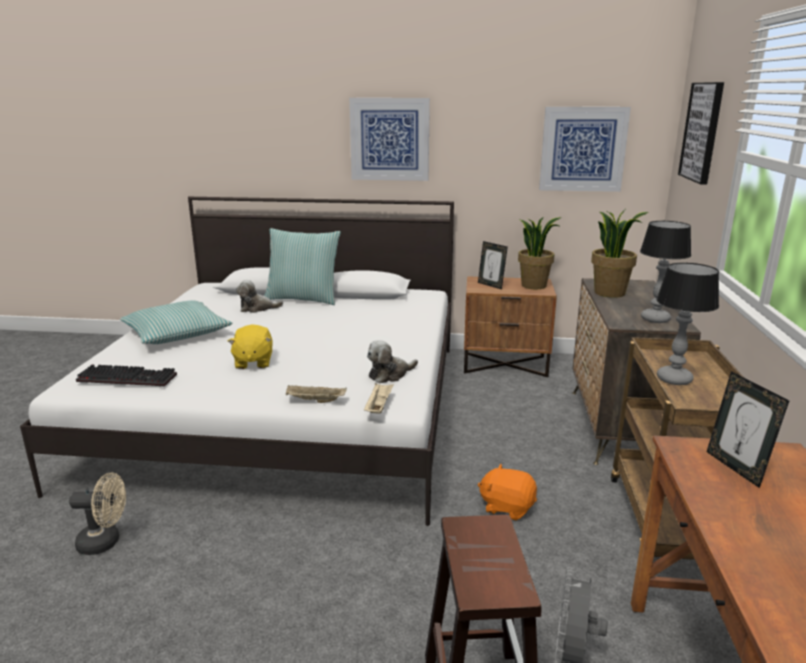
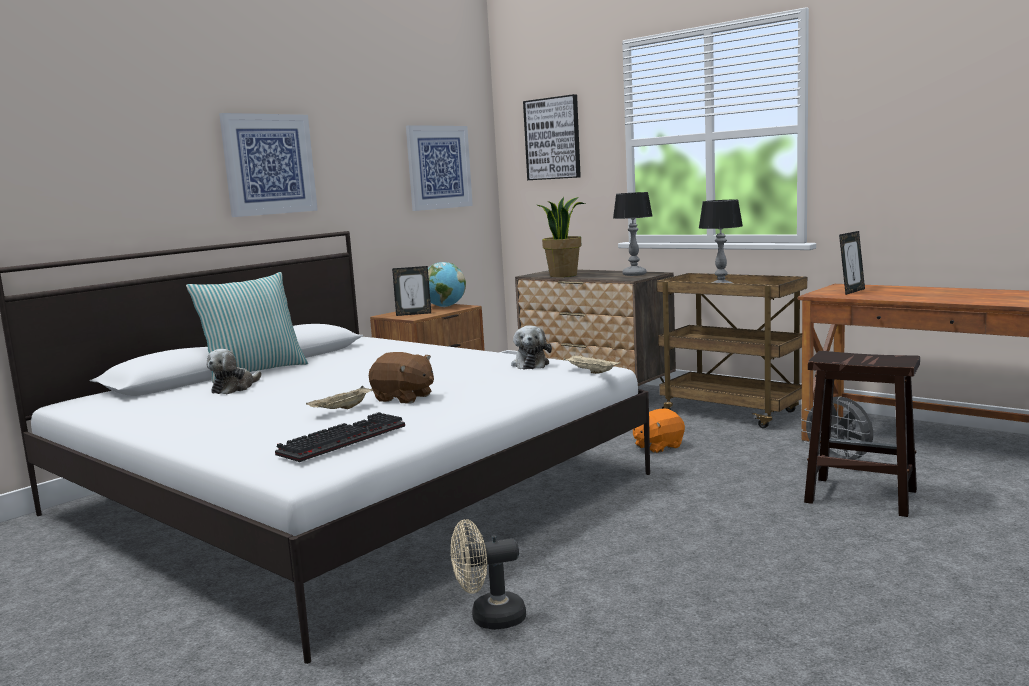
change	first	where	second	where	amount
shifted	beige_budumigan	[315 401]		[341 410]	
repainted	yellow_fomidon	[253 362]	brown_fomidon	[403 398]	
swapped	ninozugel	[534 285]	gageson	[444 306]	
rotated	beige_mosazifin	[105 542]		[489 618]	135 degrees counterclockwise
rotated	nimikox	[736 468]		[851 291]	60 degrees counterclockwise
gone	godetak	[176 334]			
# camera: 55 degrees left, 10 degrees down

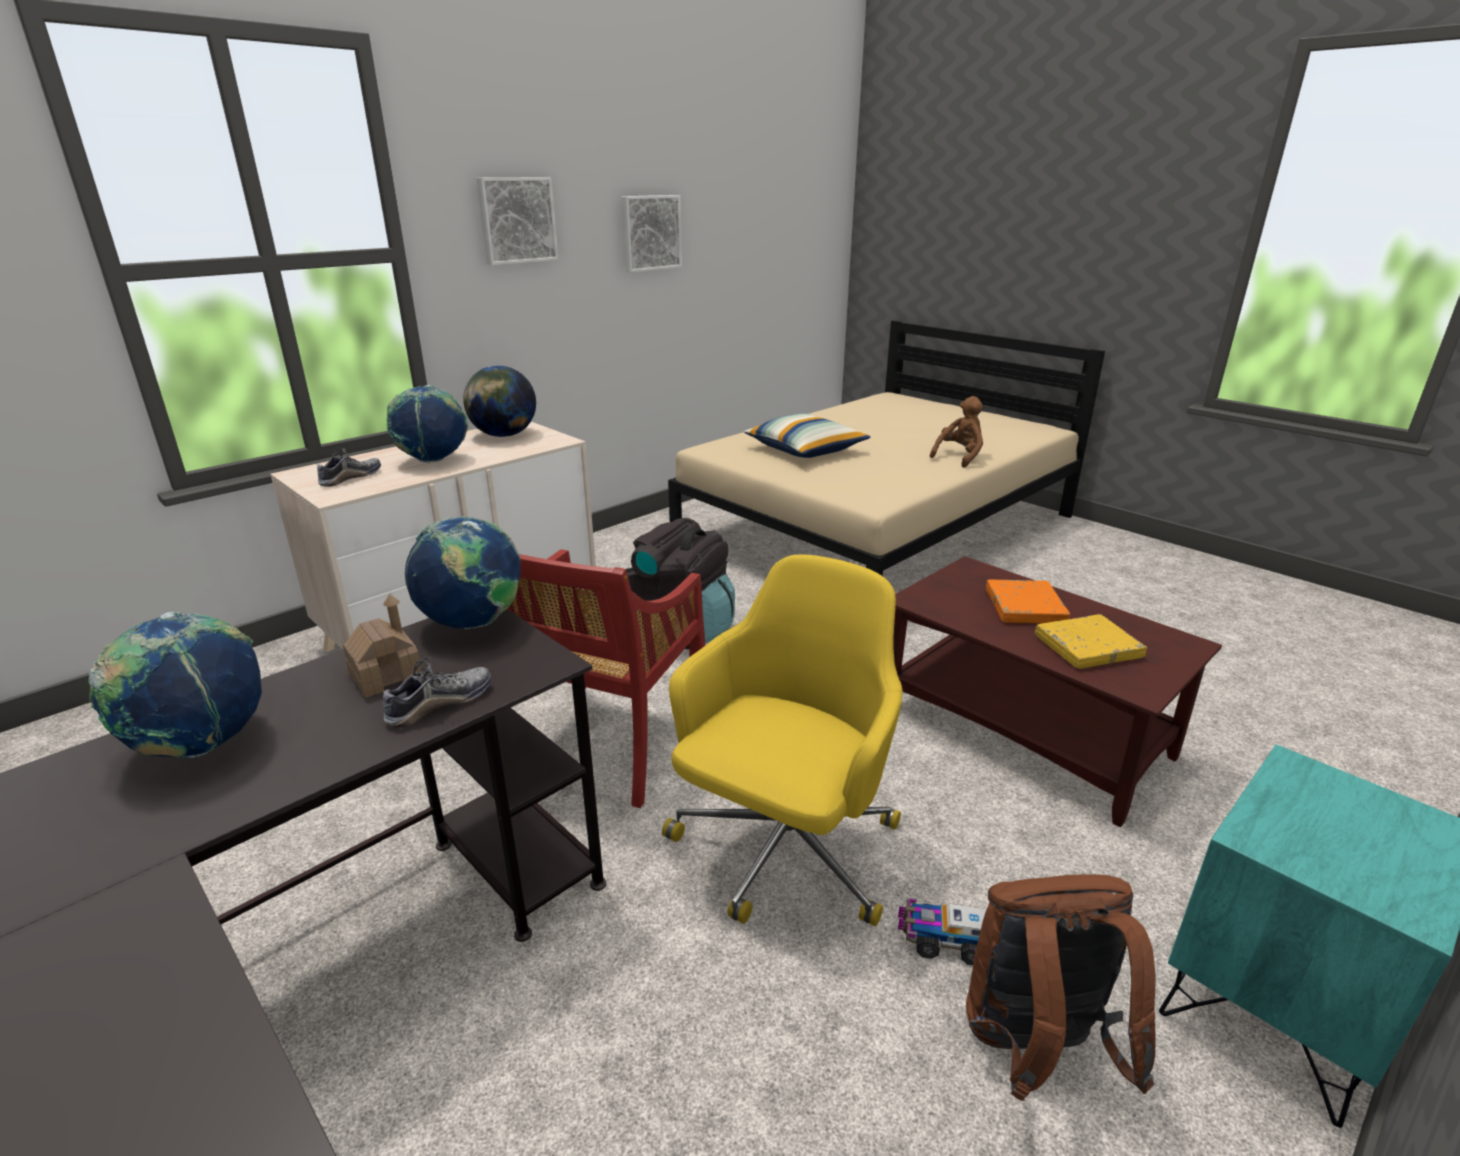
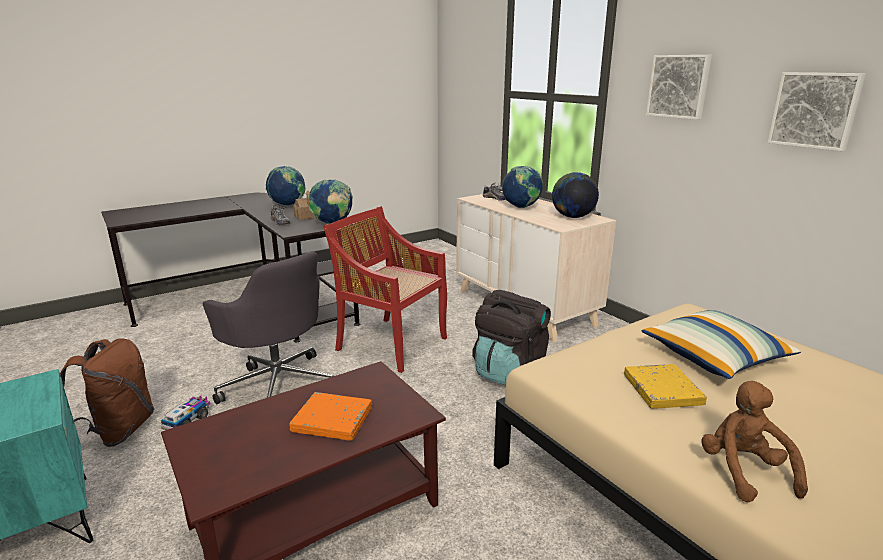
change	first	where	second	where	amount
repainted	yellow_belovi	[784 851]	grey_belovi	[279 385]	
shifted	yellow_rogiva	[1087 647]		[662 390]	
rotated	brown_fomidon	[959 457]		[743 471]	150 degrees counterclockwise
# camera: 100 degrees right, 5 degrees down

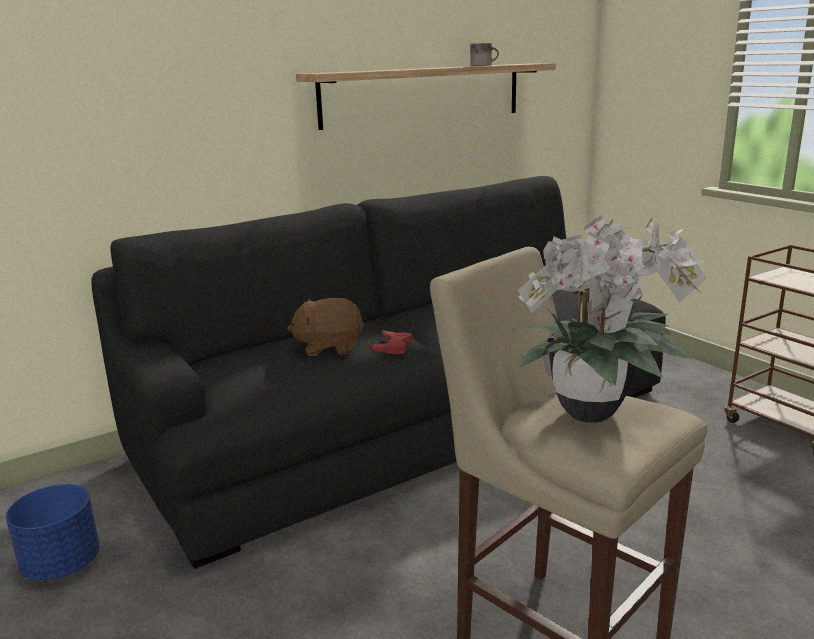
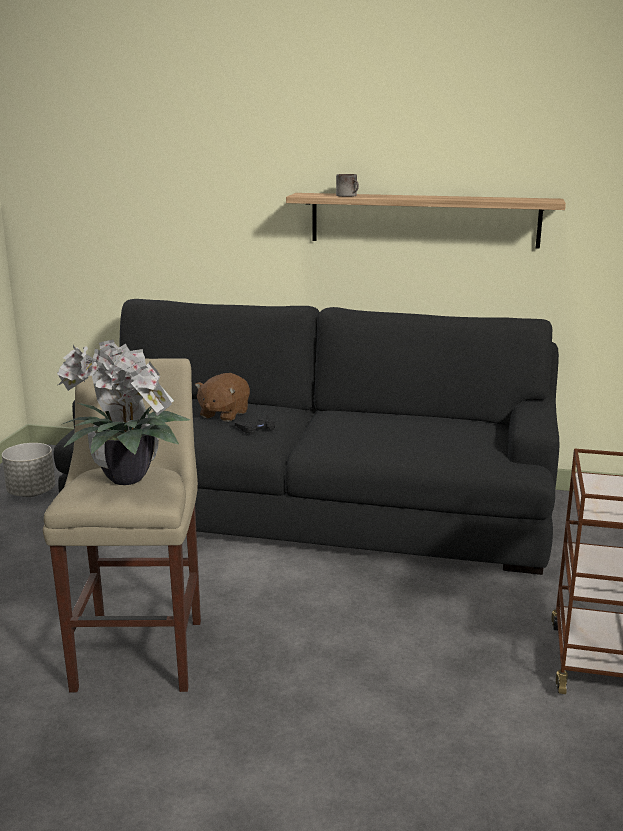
change	first	where	second	where	amount
repainted	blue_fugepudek	[62 564]	grey_fugepudek	[32 492]	
rotated	brown_fomidon	[329 347]		[223 414]	105 degrees counterclockwise
repainted	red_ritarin	[393 347]	black_ritarin	[256 428]	
shifted	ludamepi	[483 65]		[349 195]	
# camera: 45 degrees right, 0 degrees up

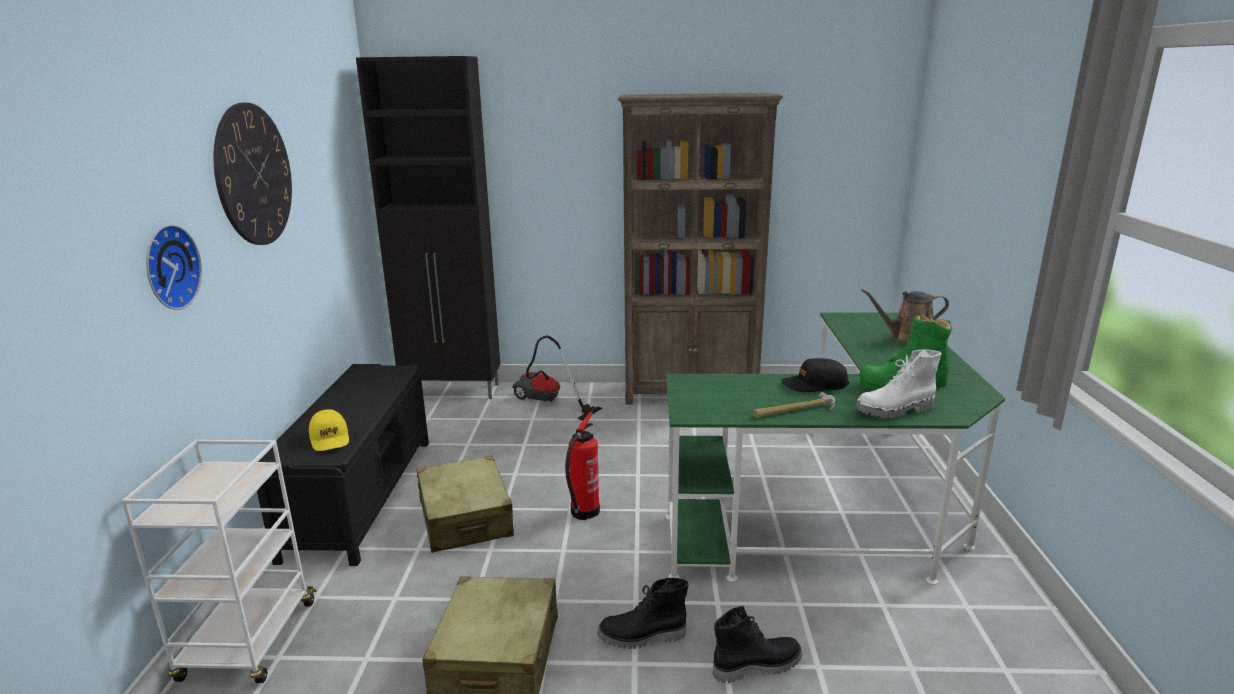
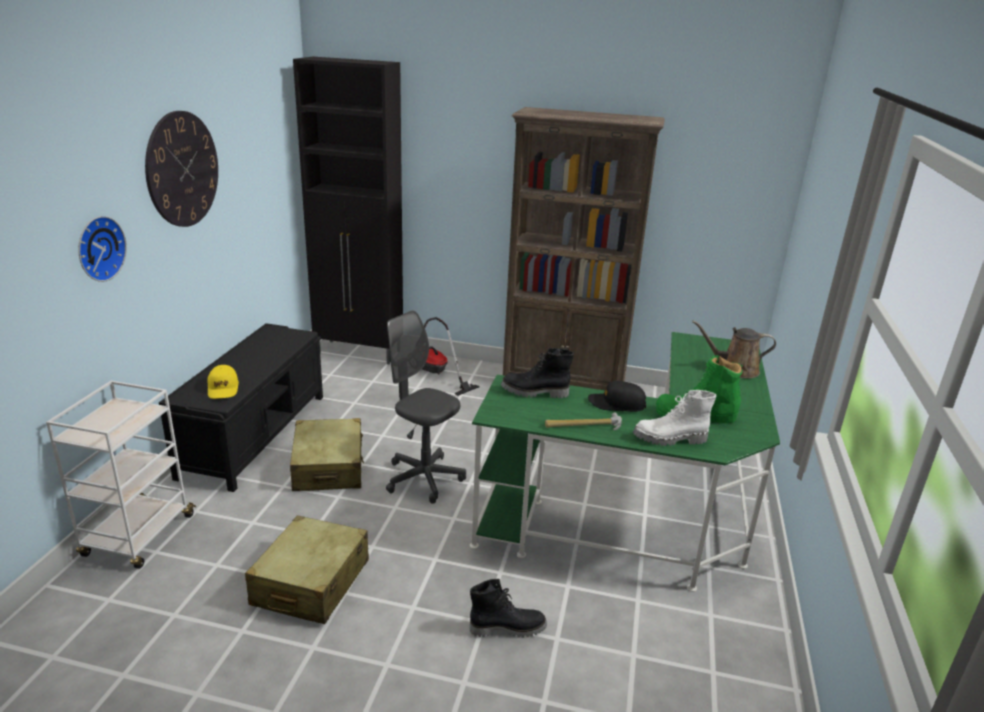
change	first	where	second	where	amount
swapped	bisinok	[583 513]	grey_belovi	[424 478]	
shifted	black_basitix	[642 637]		[534 392]	
# camera: 10 degrees right, 5 degrees up

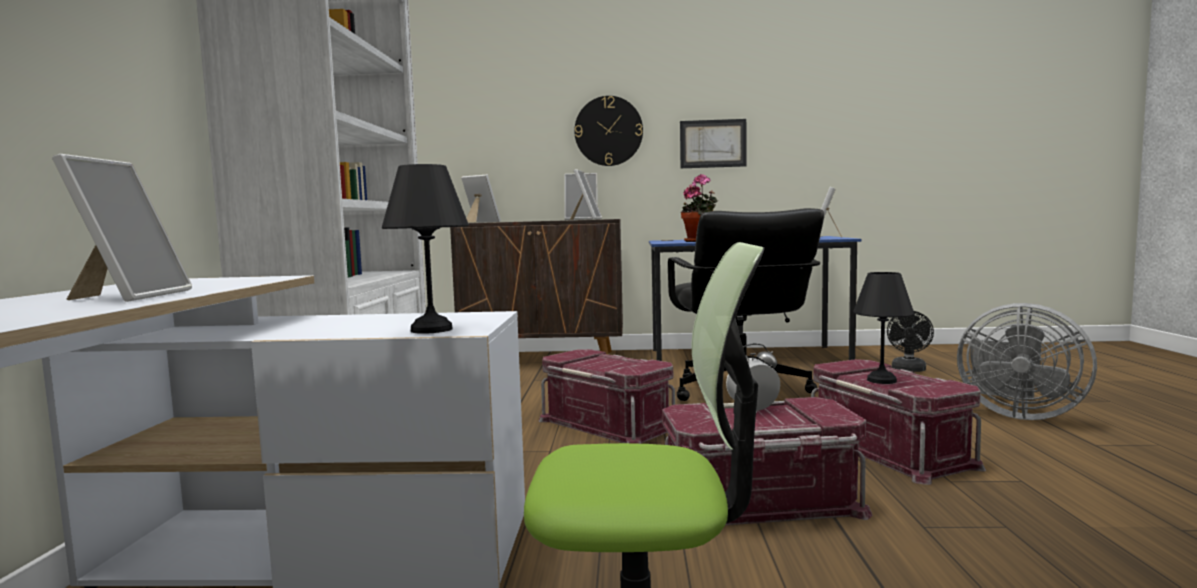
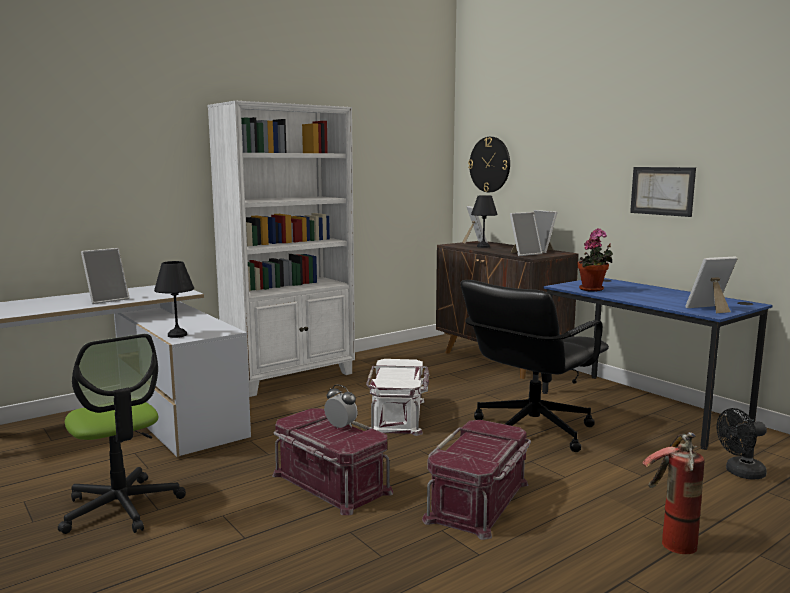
change	first	where	second	where	amount
repainted	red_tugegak	[608 424]	white_tugegak	[399 416]	
shifted	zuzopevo	[608 131]		[490 164]	
shifted	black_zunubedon	[880 380]		[483 246]	
swapped	grey_mosazifin	[1017 414]	bisinok	[669 538]	
# camera: 50 degrees right, 5 degrees up

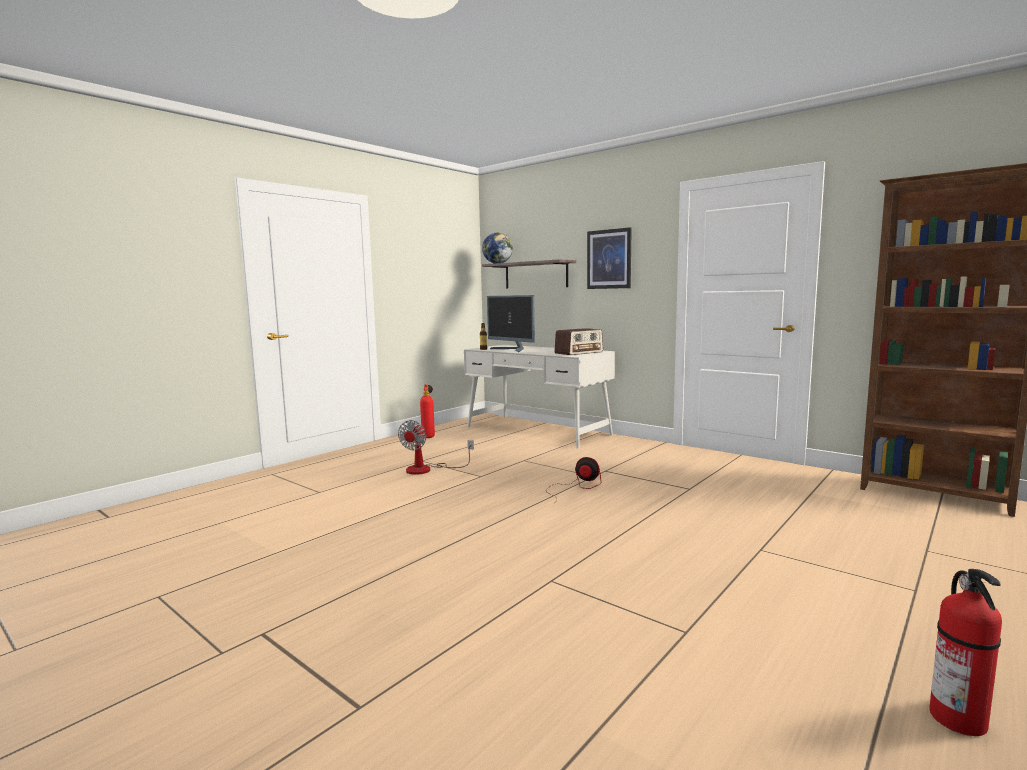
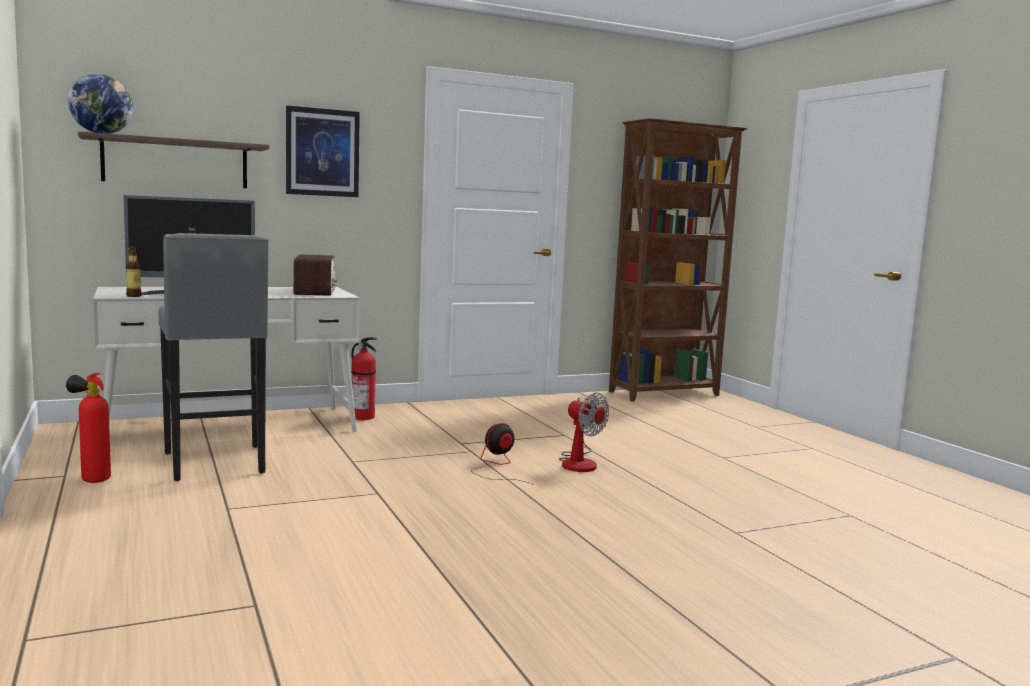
change	first	where	second	where	amount
new			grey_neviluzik	[216 464]	
shifted	bisinok	[959 720]		[363 417]	
shifted	mosazifin	[427 469]		[579 462]	
# camera: 65 degrees left, 0 degrees up

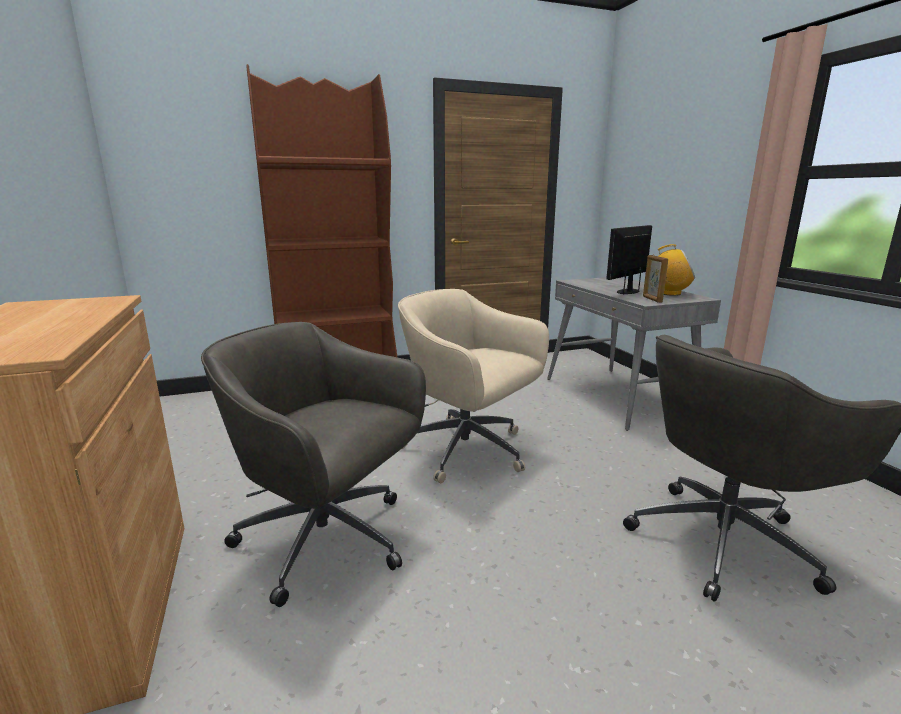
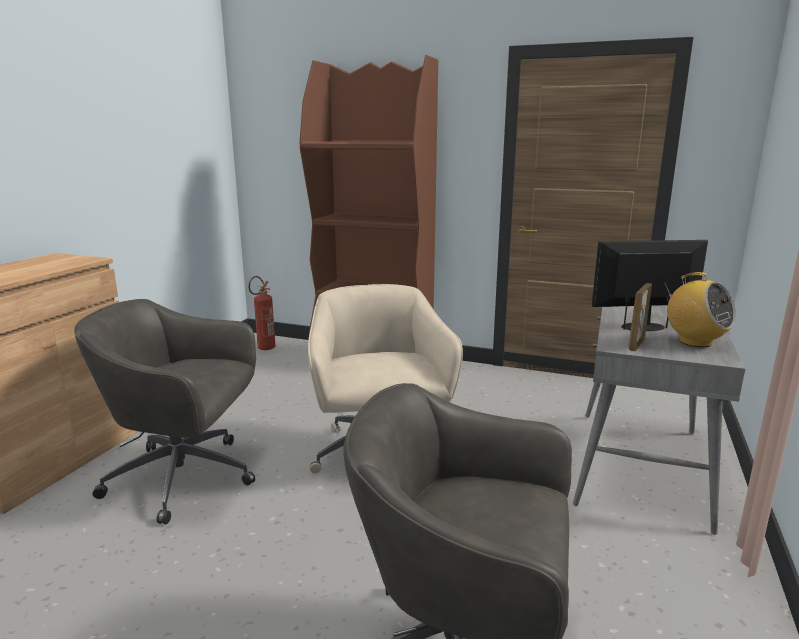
change	first	where	second	where	amount
rotated	grey_belovi	[328 540]		[186 478]	60 degrees counterclockwise
new			bisinok	[264 349]	
# camera: 40 degrees right, 0 degrees up

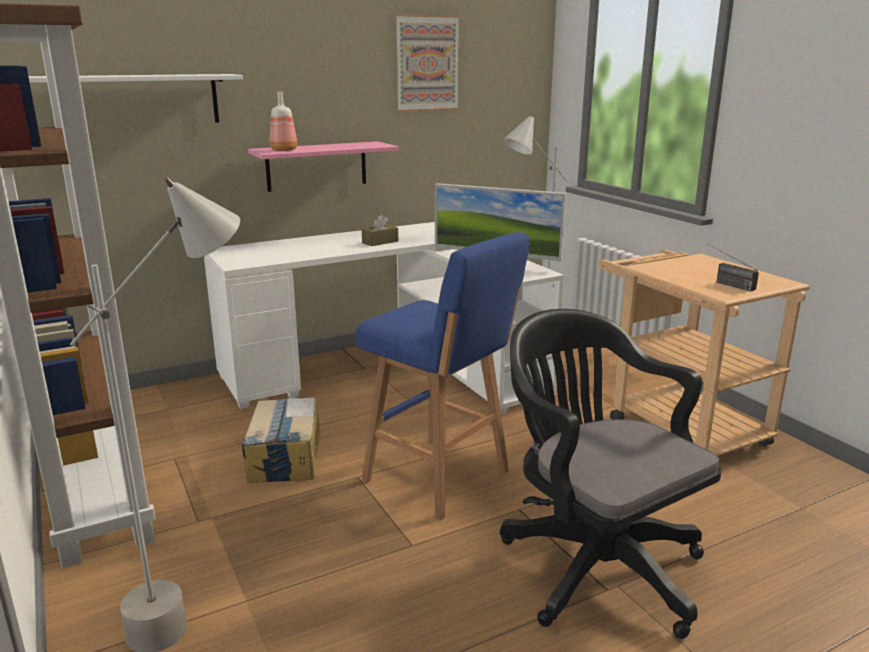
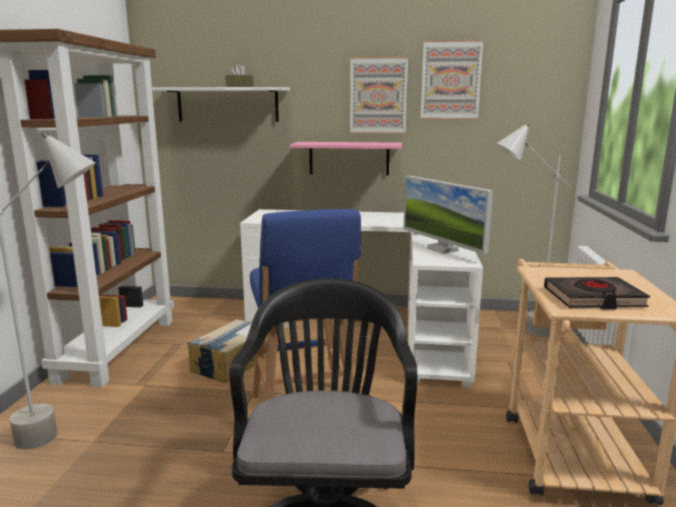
change	first	where	second	where	amount
shifted	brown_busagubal	[380 242]		[239 87]	
new			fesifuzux	[378 95]	
swapped	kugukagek	[725 283]	black_rogiva	[593 298]	
gone	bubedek	[283 150]			
# camera: 35 degrees right, 5 degrees down

